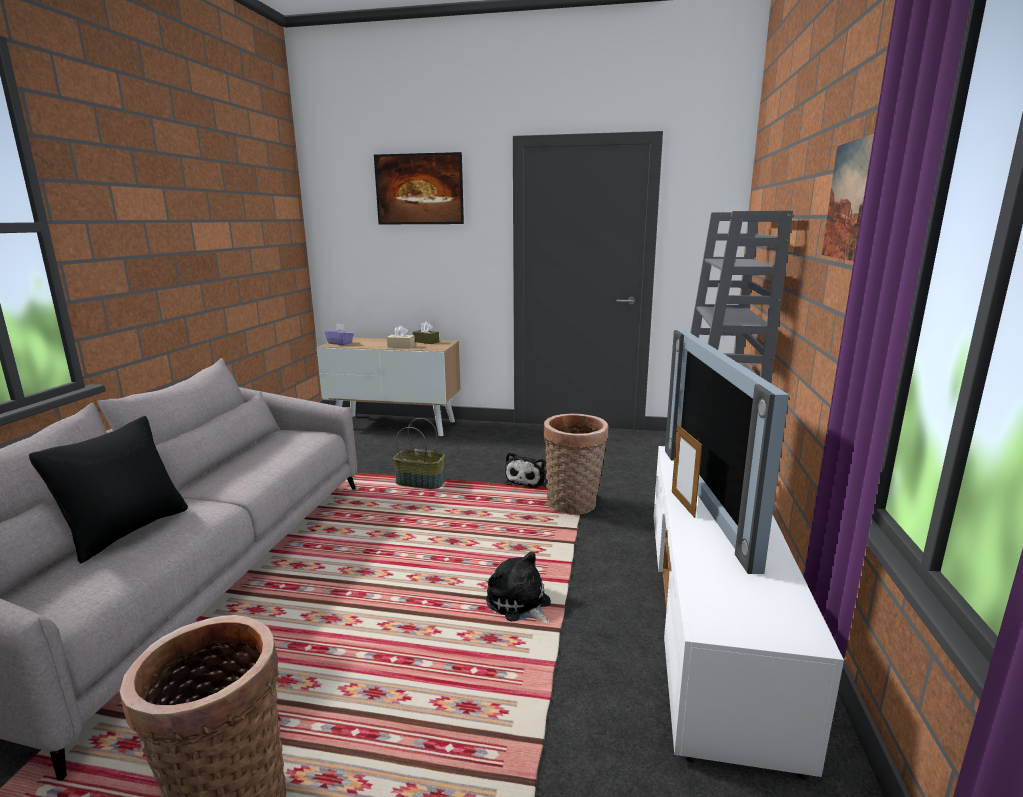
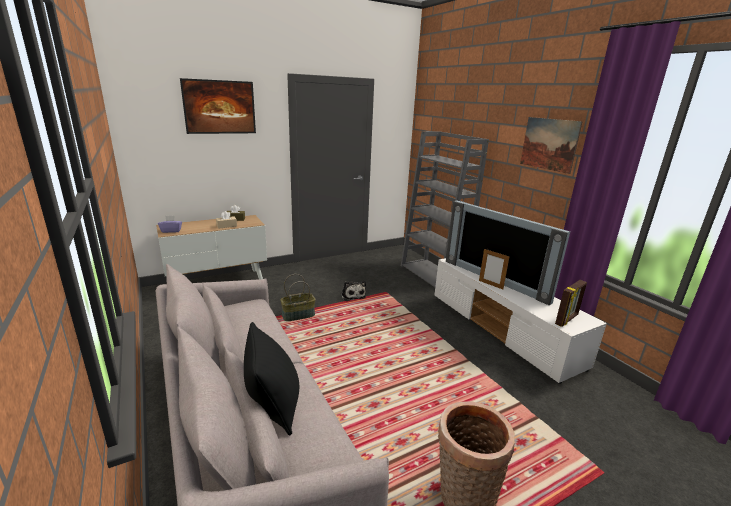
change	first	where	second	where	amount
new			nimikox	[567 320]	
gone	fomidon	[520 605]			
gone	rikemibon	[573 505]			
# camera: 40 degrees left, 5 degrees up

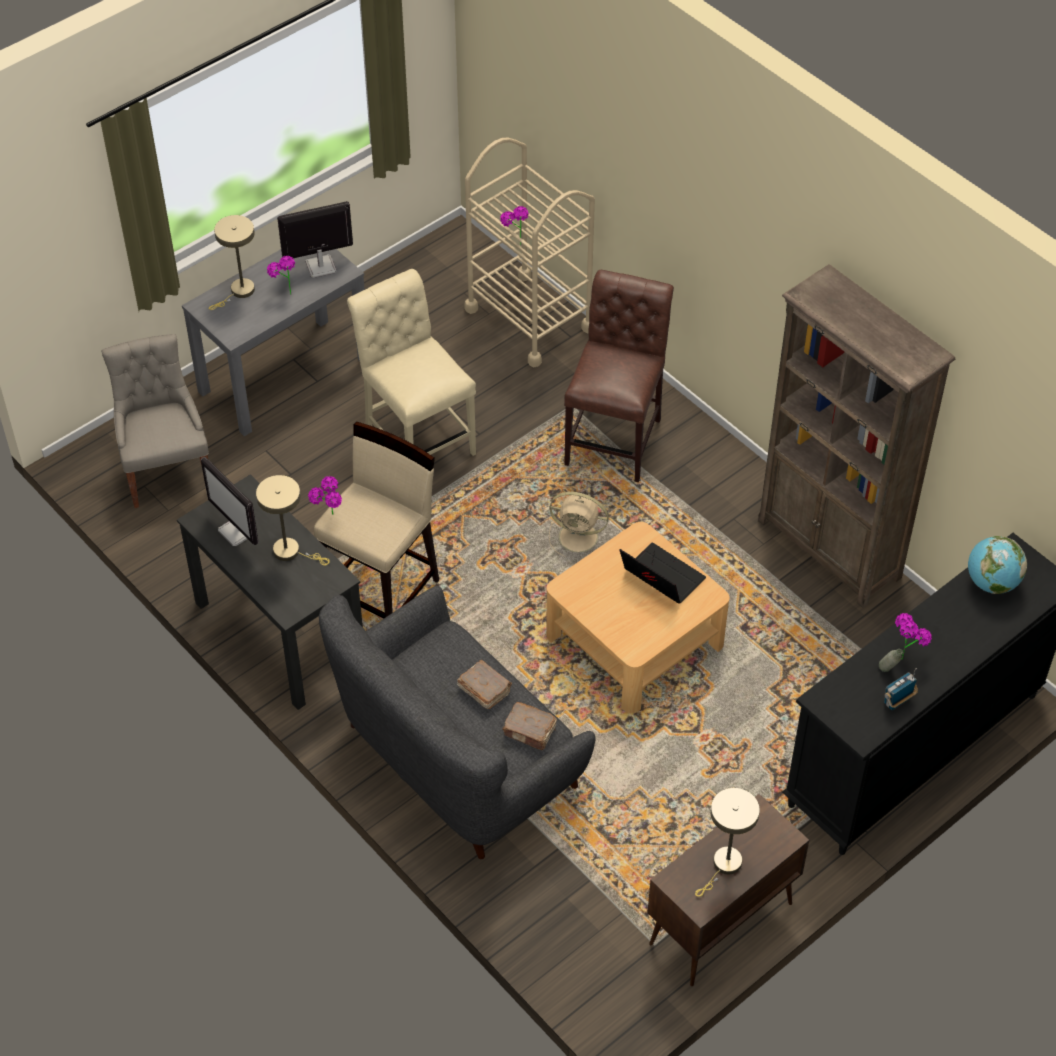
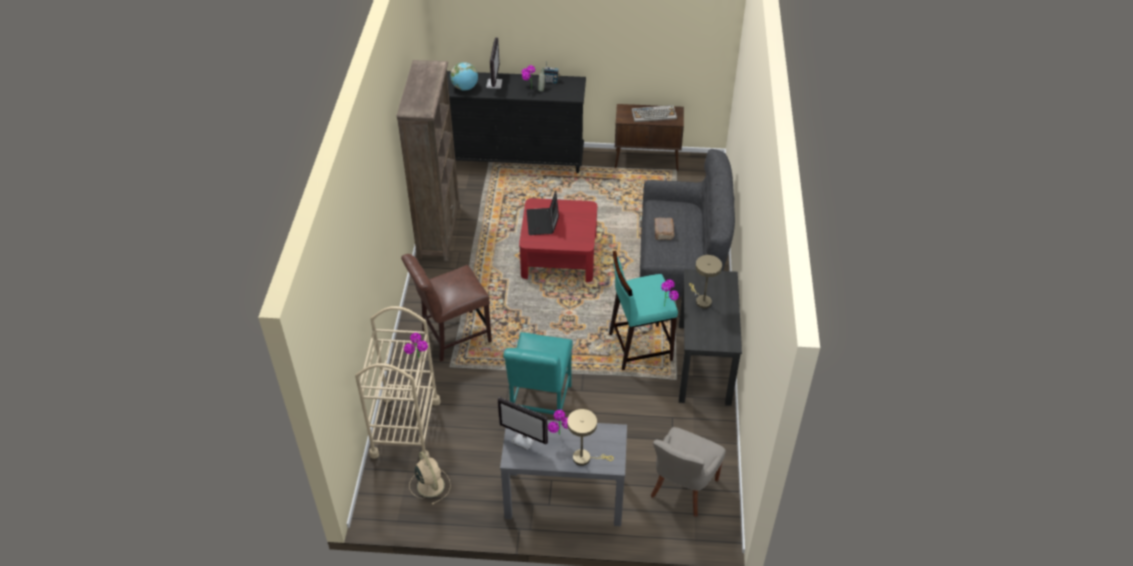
change	first	where	second	where	amount
shifted	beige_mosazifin	[580 538]		[430 484]	
shifted	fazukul	[238 531]		[494 83]	
repainted	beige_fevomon	[417 438]	turquoise_fevomon	[539 407]	
repainted	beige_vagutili	[633 640]	red_vagutili	[559 255]	
repainted	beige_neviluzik	[383 593]	turquoise_neviluzik	[639 347]	
swapped	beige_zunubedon	[724 866]	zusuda	[654 114]	
gone	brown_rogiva	[530 731]			
# camera: 135 degrees left, 5 degrees down

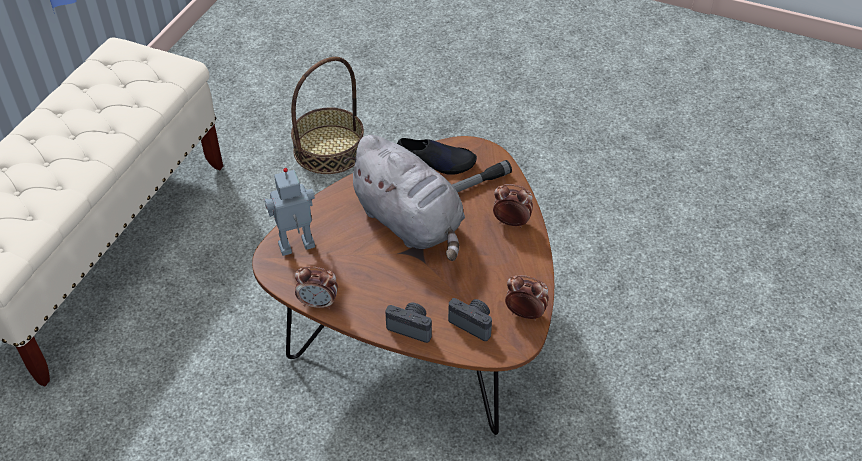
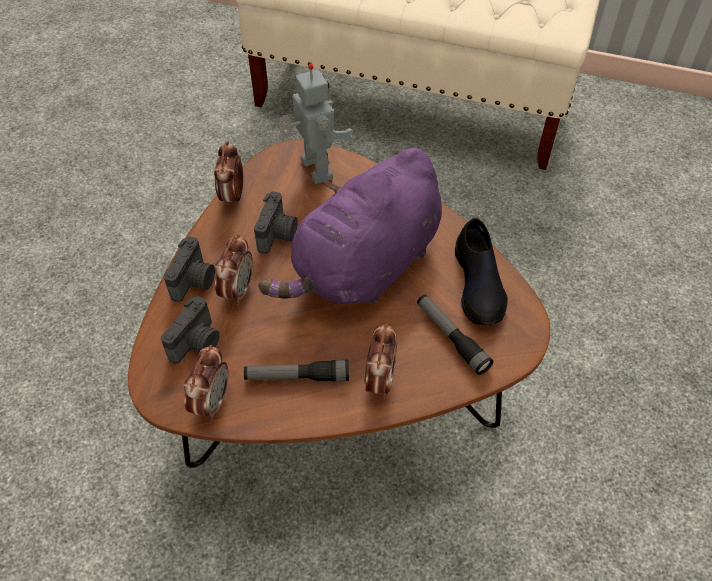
change	first	where	second	where	amount
new			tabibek	[237 290]	
new			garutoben	[297 377]	
new			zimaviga	[278 235]	
repainted	grey_fomidon	[411 223]	purple_fomidon	[364 268]	
gone	rikemibon	[329 149]			
# camera: 85 degrees right, 5 degrees up

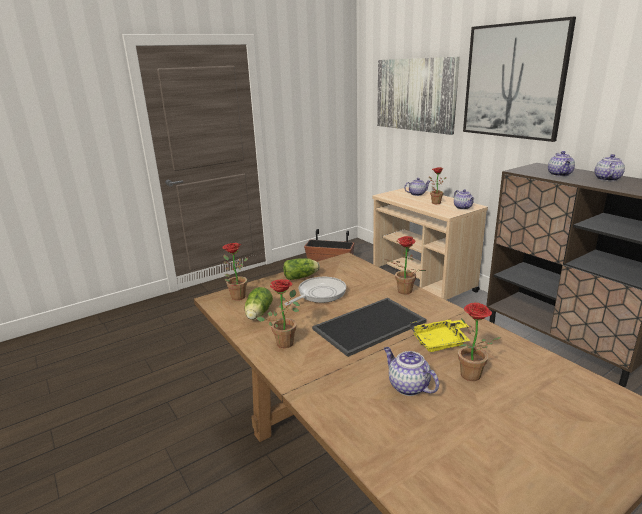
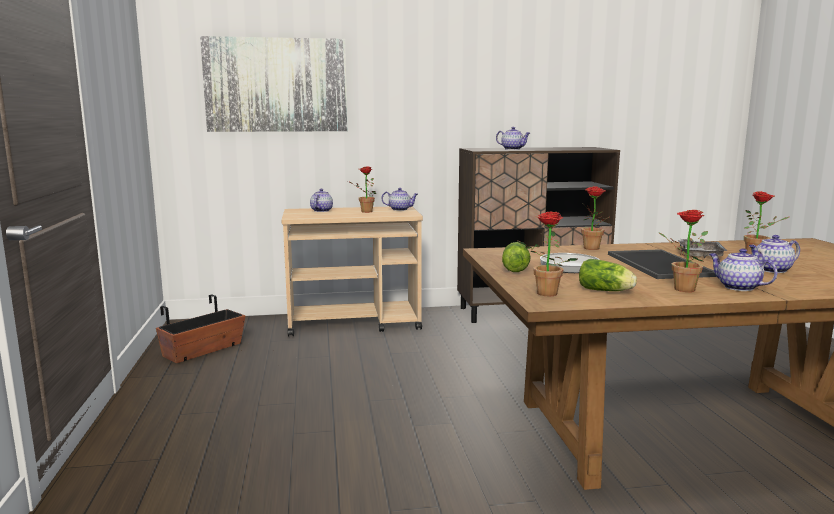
change	first	where	second	where	amount
repainted	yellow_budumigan	[441 342]	grey_budumigan	[699 255]	
shifted	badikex	[606 179]		[737 287]	
gone	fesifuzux	[513 81]			
# camera: 65 degrees left, 10 degrees down

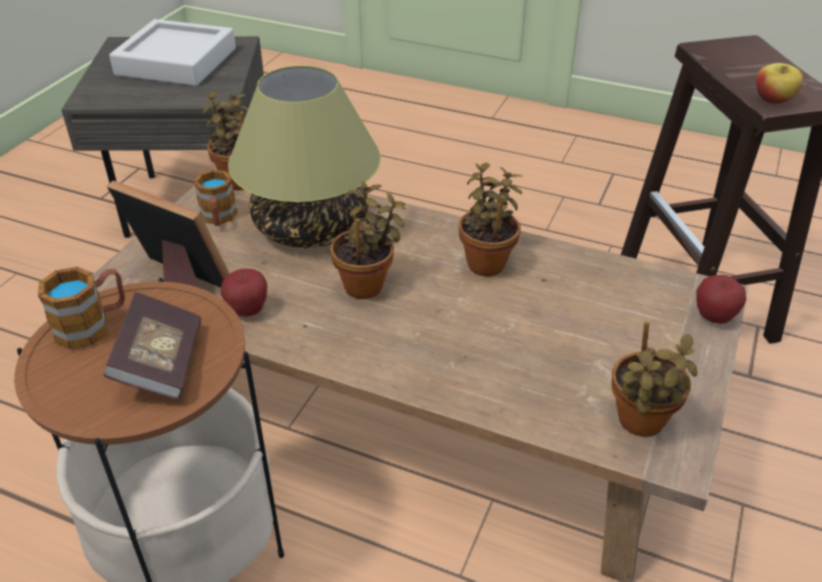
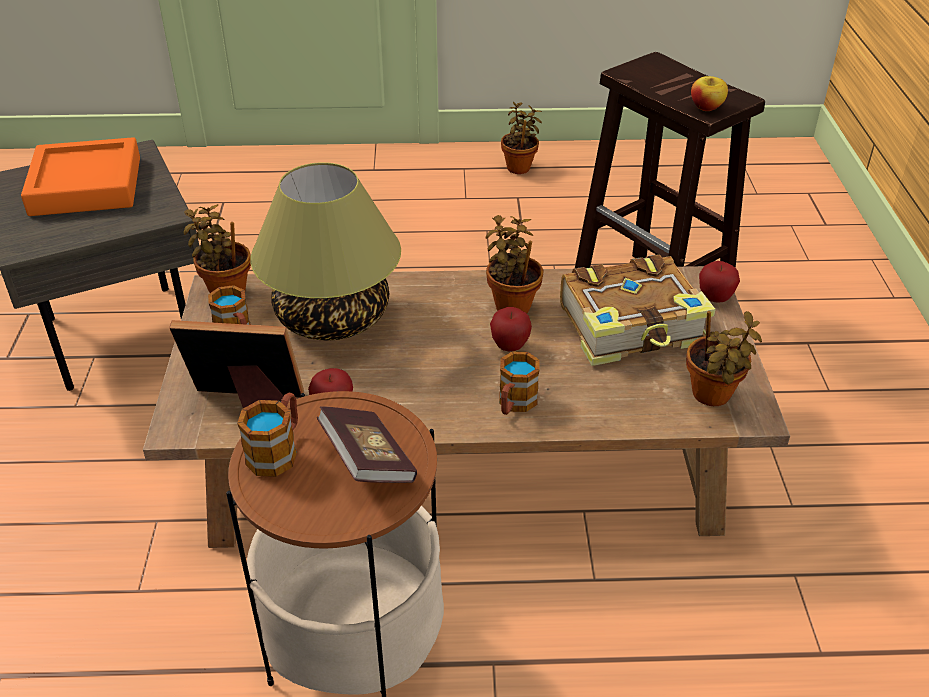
change	first	where	second	where	amount
repainted	grey_budumigan	[176 61]	orange_budumigan	[86 186]	
new			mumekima	[510 346]	
new			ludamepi	[514 404]	
shifted	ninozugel	[367 285]		[519 167]	
new			rogiva	[633 327]	
# camera: 25 degrees left, 0 degrees up

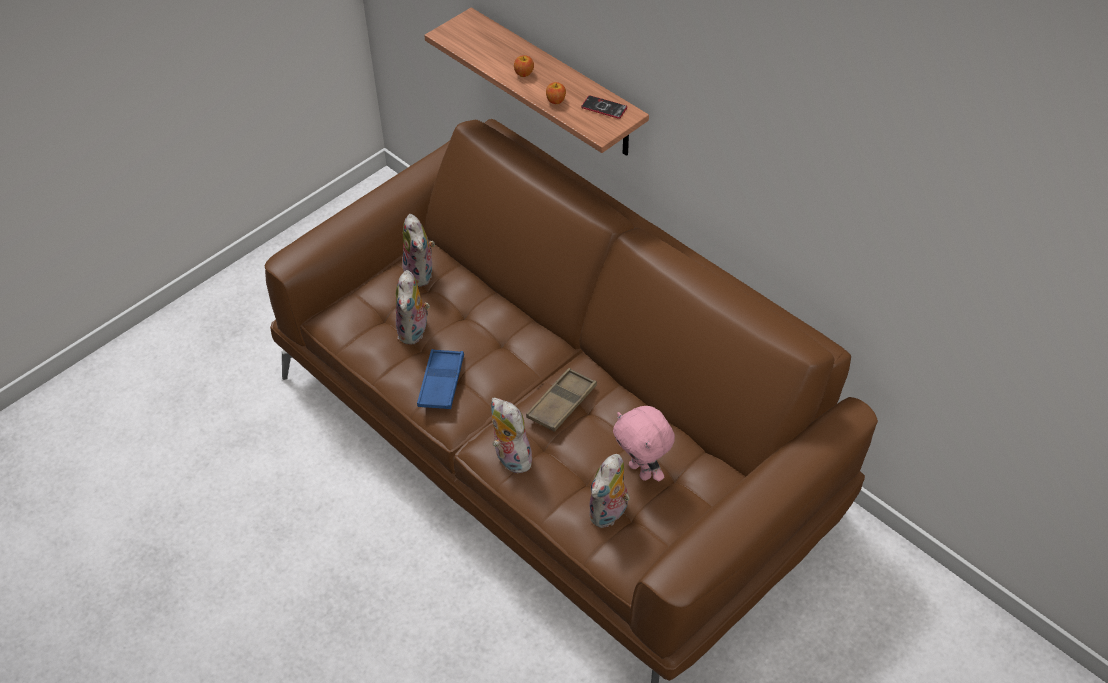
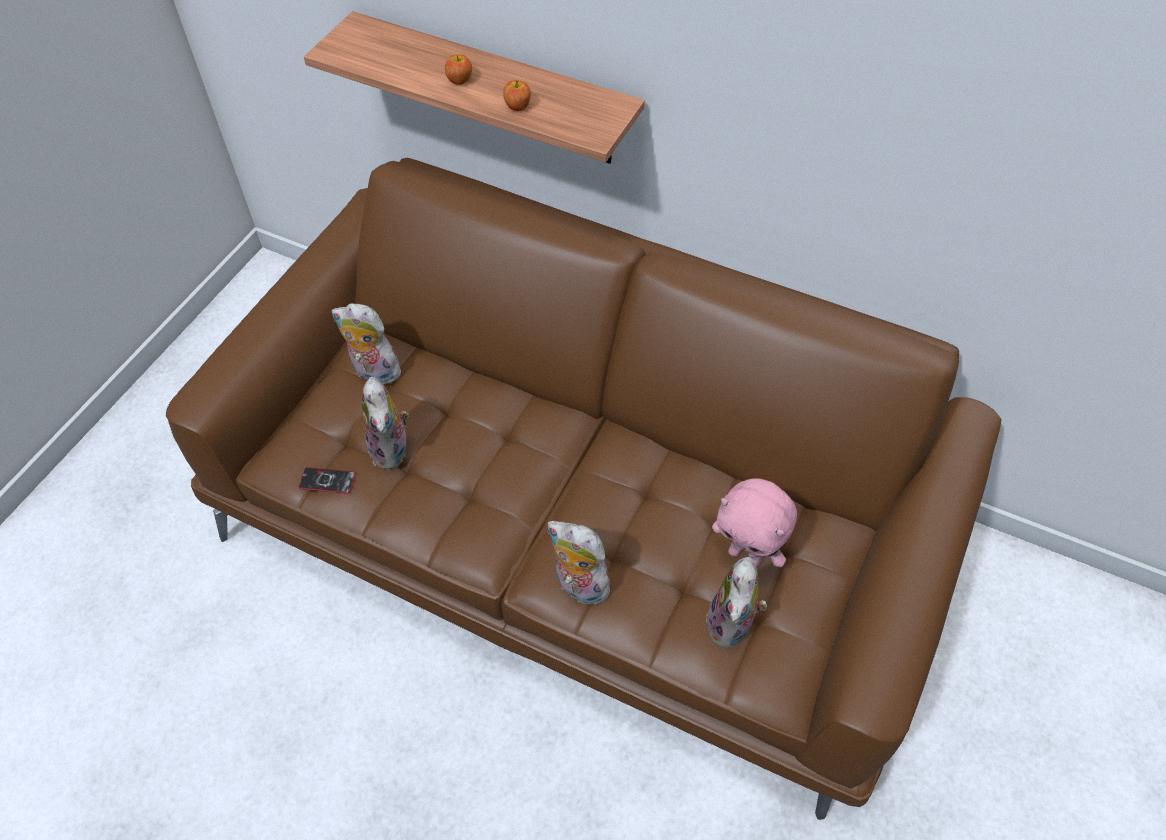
change	first	where	second	where	amount
shifted	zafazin	[604 108]		[327 481]	
rotated	fomidon	[421 274]		[373 372]	150 degrees clockwise
gone	blue_budumigan	[441 383]			
gone	brown_budumigan	[561 403]			
# camera: 20 degrees left, 5 degrees up

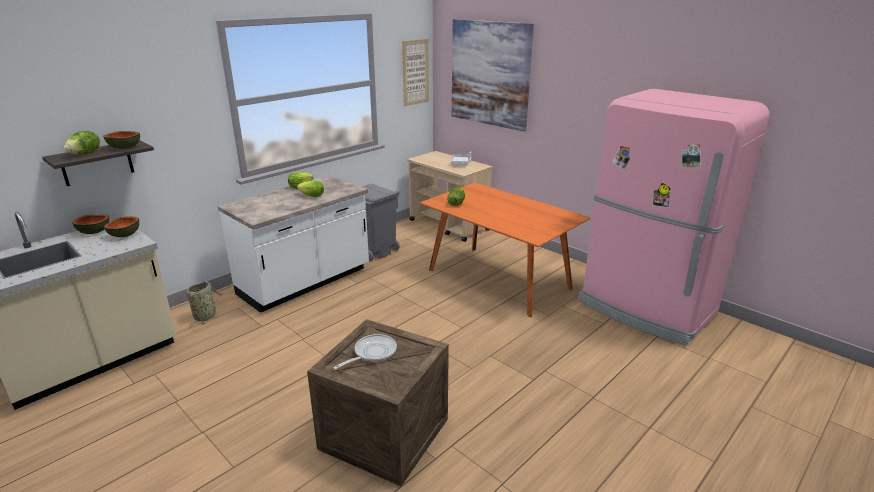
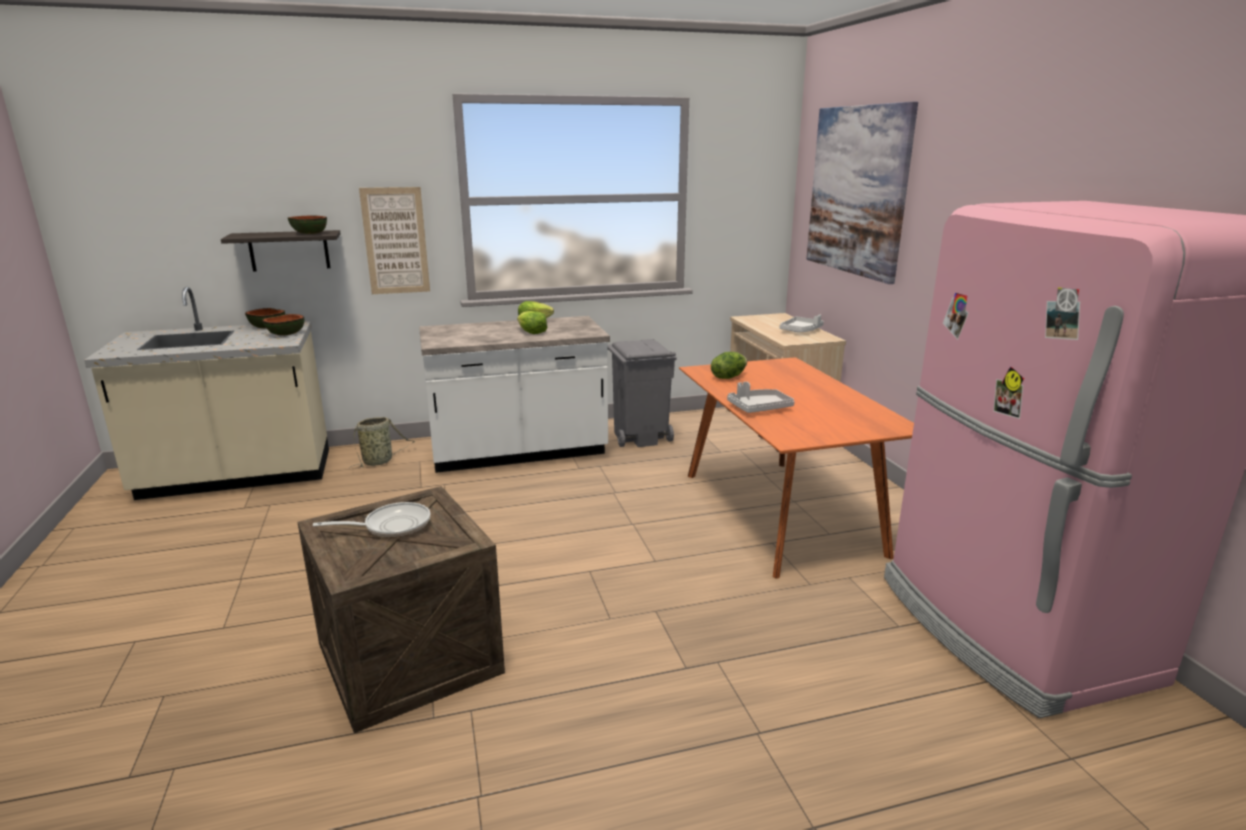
change	first	where	second	where	amount
shifted	fesifuzux	[415 72]		[395 241]	
new			grey_budumigan	[759 408]	
gone	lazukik	[85 153]			
# camera: 30 degrees right, 5 degrees down

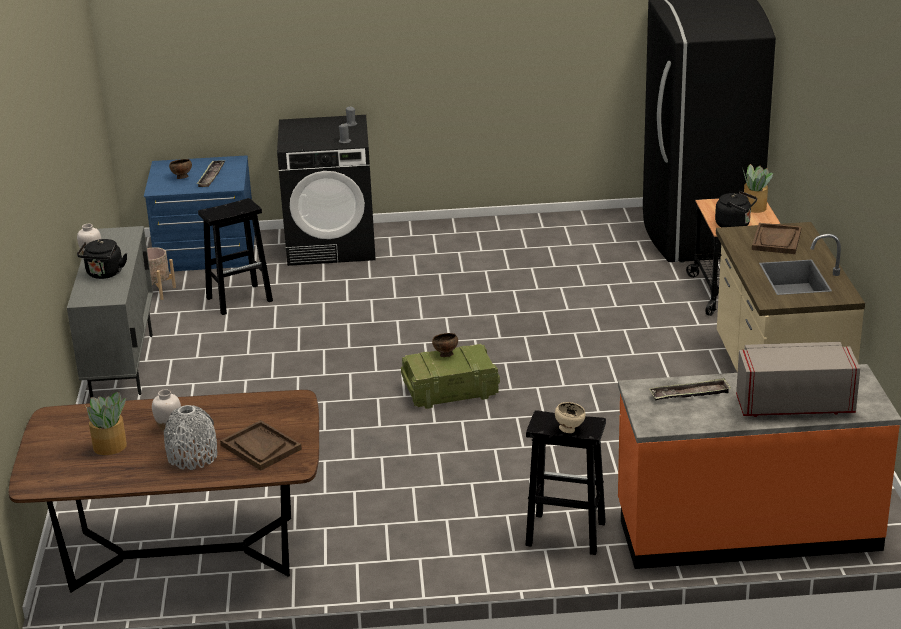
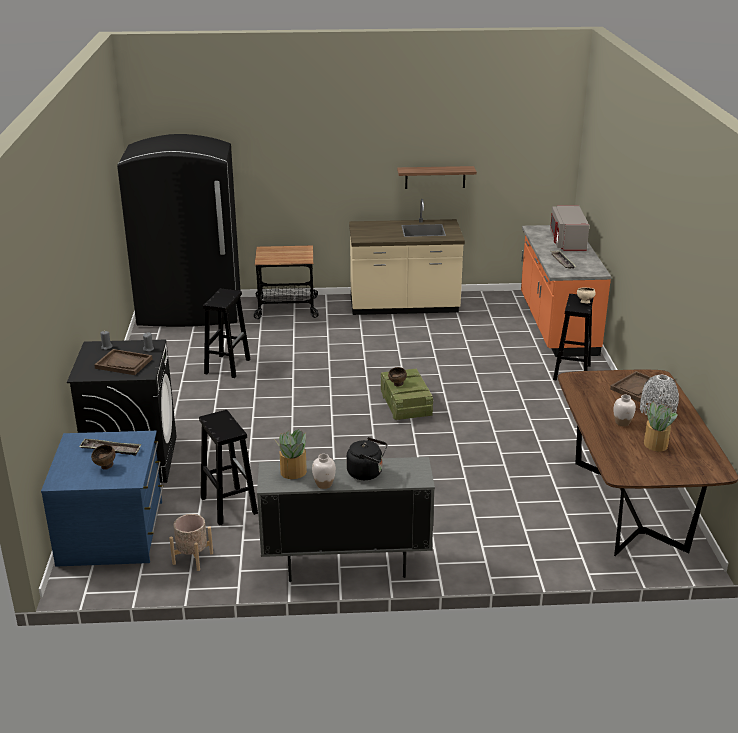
change	first	where	second	where	amount
shifted	brown_budumigan	[776 240]		[124 363]	
new			black_neviluzik	[227 366]	
shifted	ninozugel	[754 207]		[292 472]	
new			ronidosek	[435 177]	
gone	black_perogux	[735 225]			
# camera: 90 degrees left, 0 degrees up

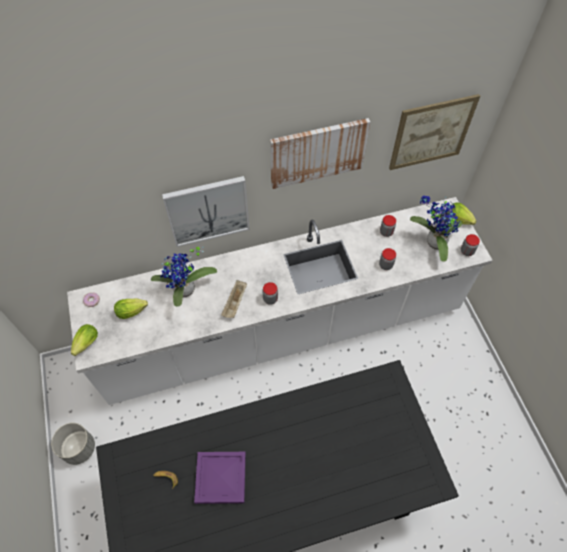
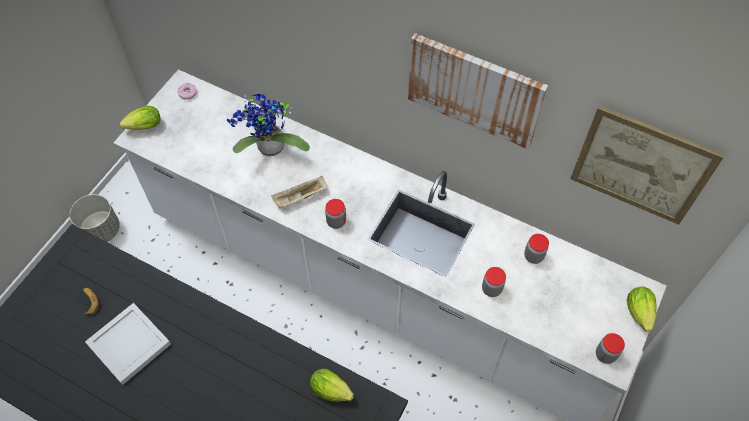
change	first	where	second	where	amount
repainted	purple_budumigan	[220 478]	white_budumigan	[128 344]	
shifted	lazukik	[133 311]		[333 391]	
gone	fesifuzux	[208 210]			
gone	ninozugel	[433 242]			
# camera: 45 degrees right, 0 degrees up

